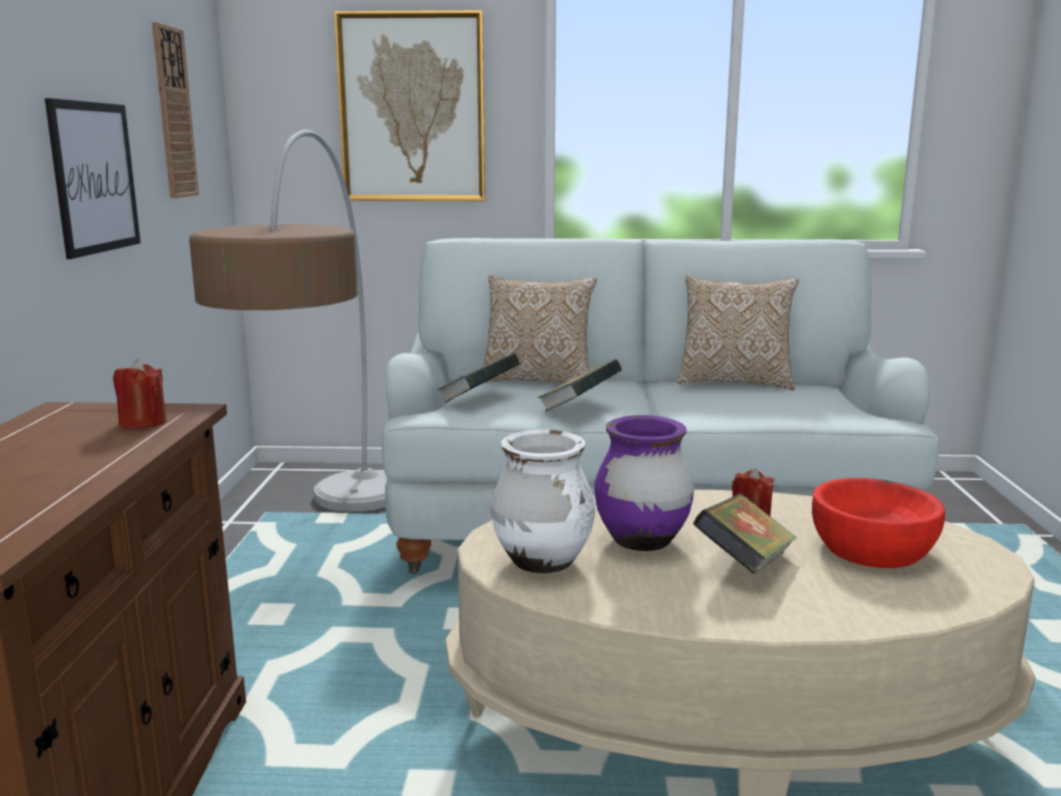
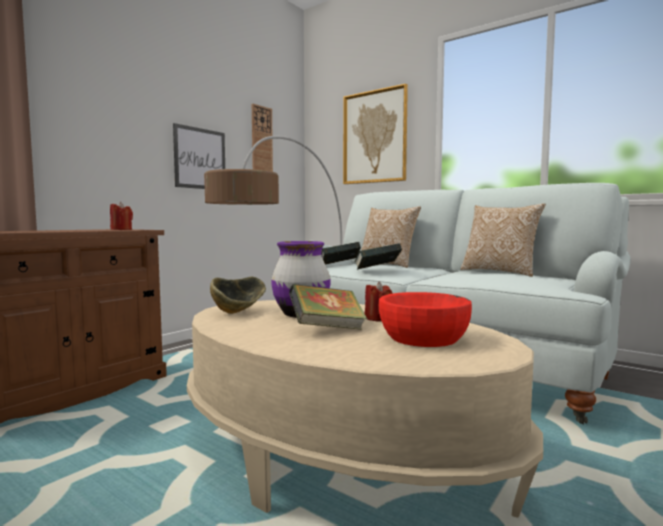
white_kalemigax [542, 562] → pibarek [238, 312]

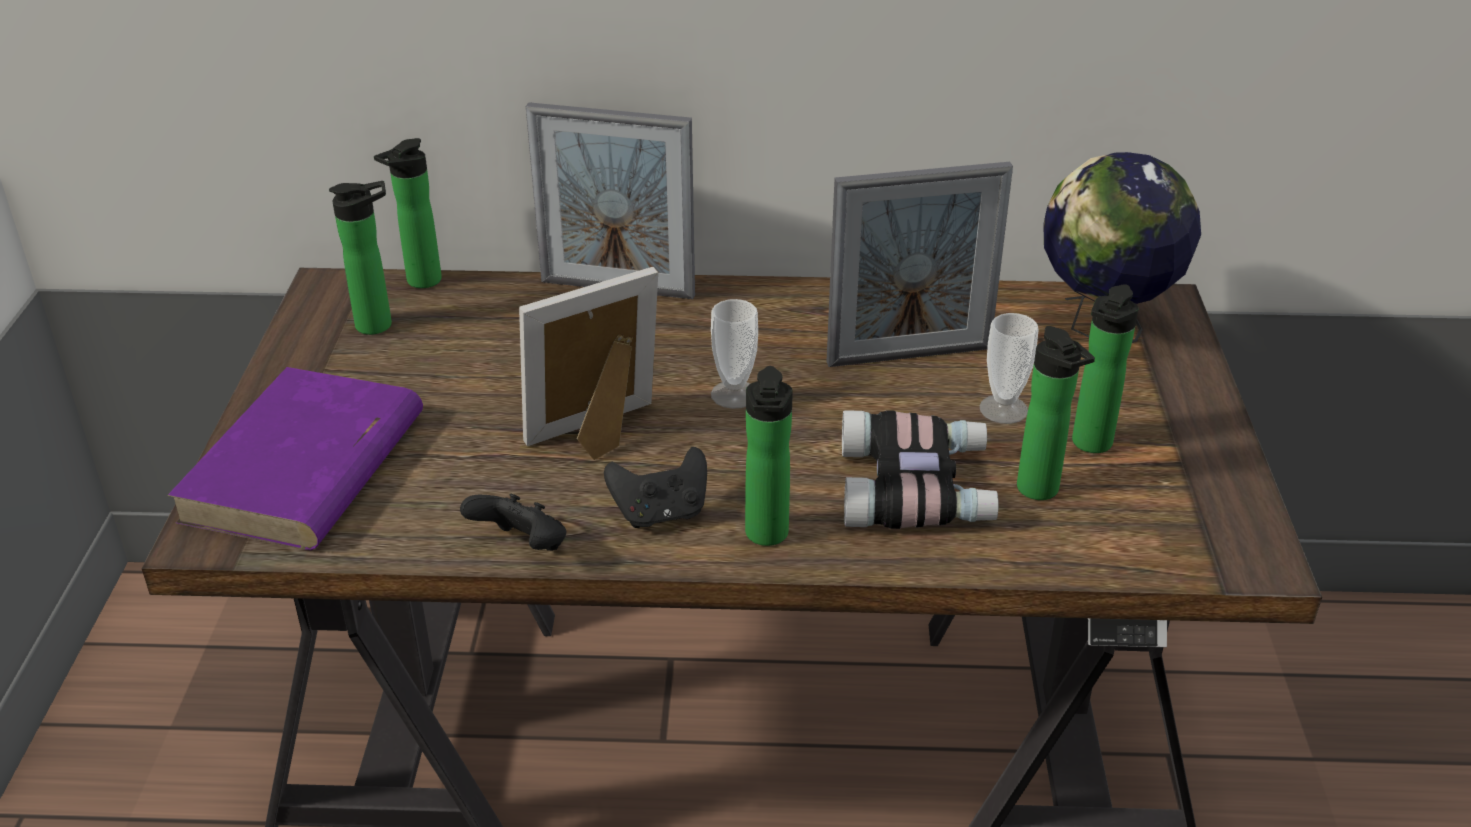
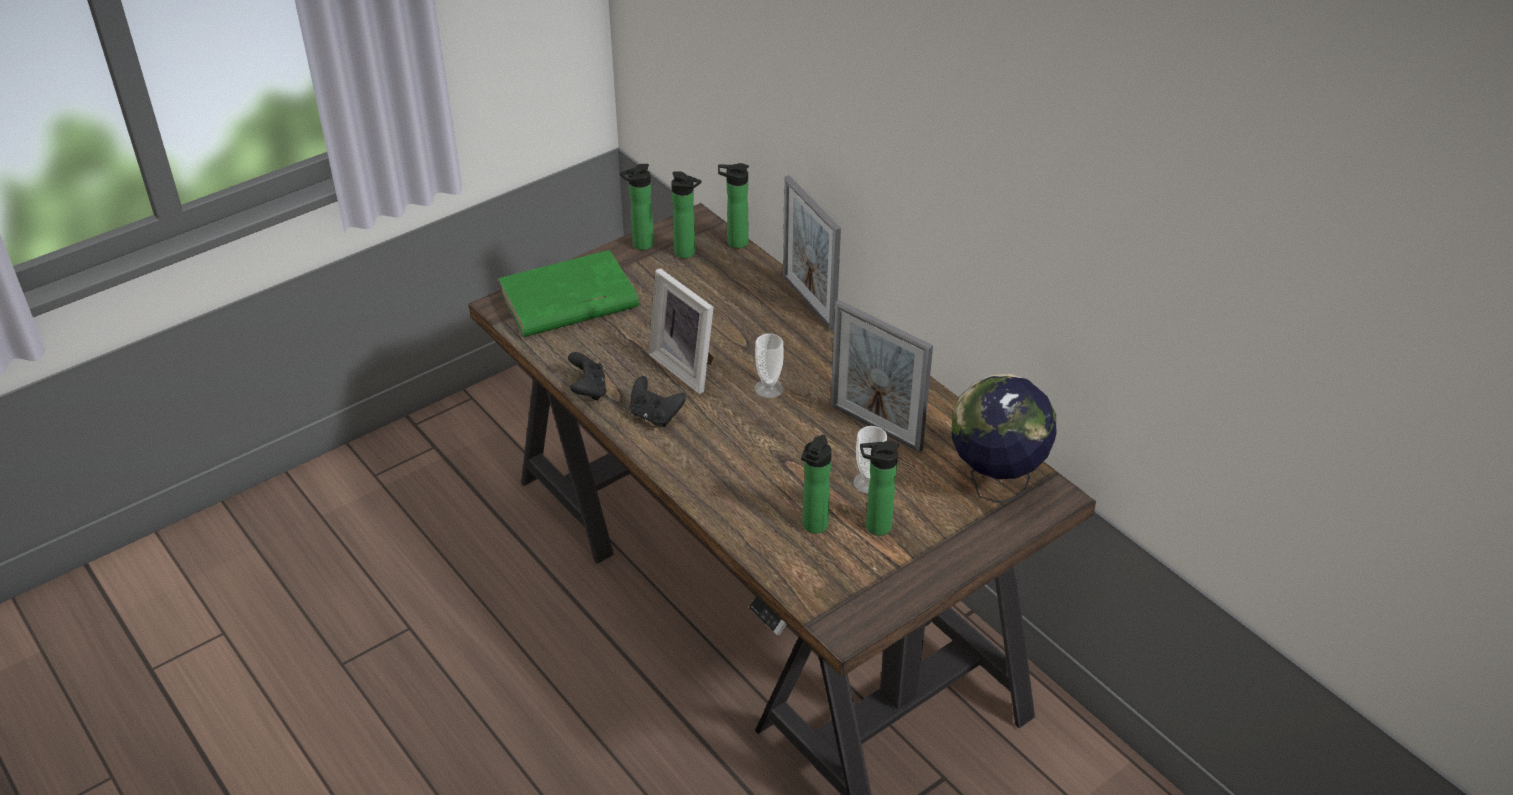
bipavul [600, 435] → bipavul [687, 366], 150 degrees counterclockwise
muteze [766, 537] → muteze [640, 245], moved
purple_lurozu [304, 469] → green_lurozu [567, 301]
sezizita [918, 487] → -

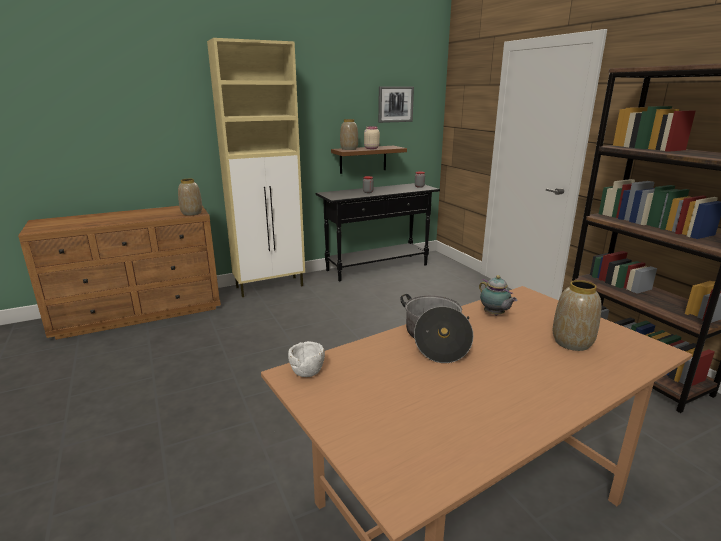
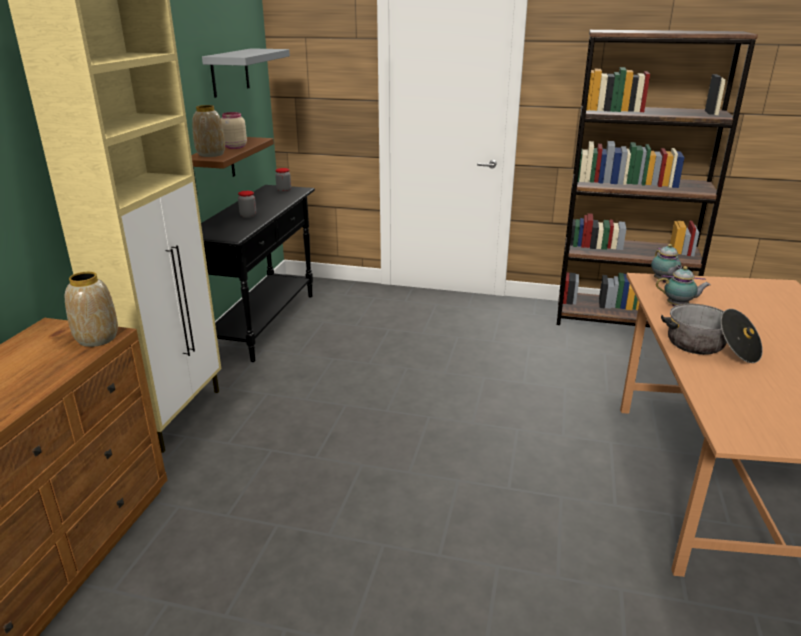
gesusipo [395, 104] → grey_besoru [230, 72]
kalemigax [571, 342] → -
white_pibarek [307, 371] → -
- → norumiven [663, 281]

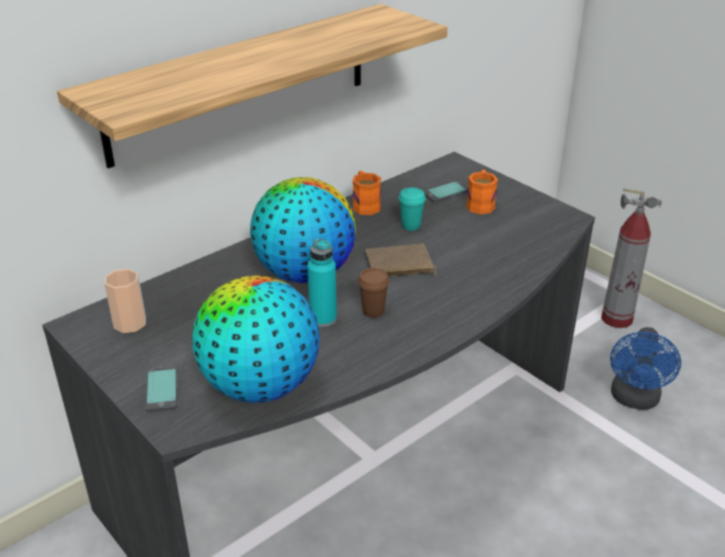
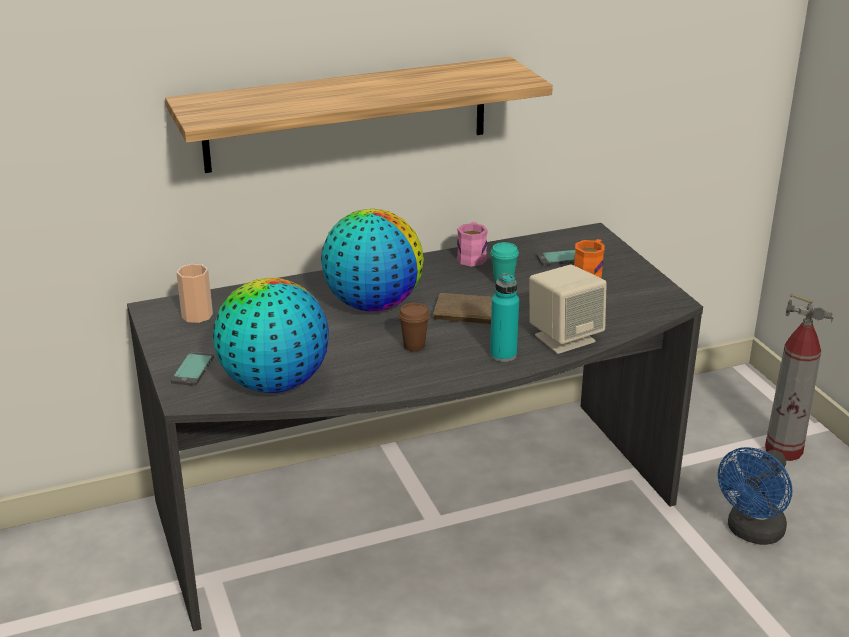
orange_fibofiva [365, 204] → pink_fibofiva [472, 256]
turquoise_muteze [323, 318] → turquoise_muteze [503, 355], moved
- → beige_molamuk [564, 338]

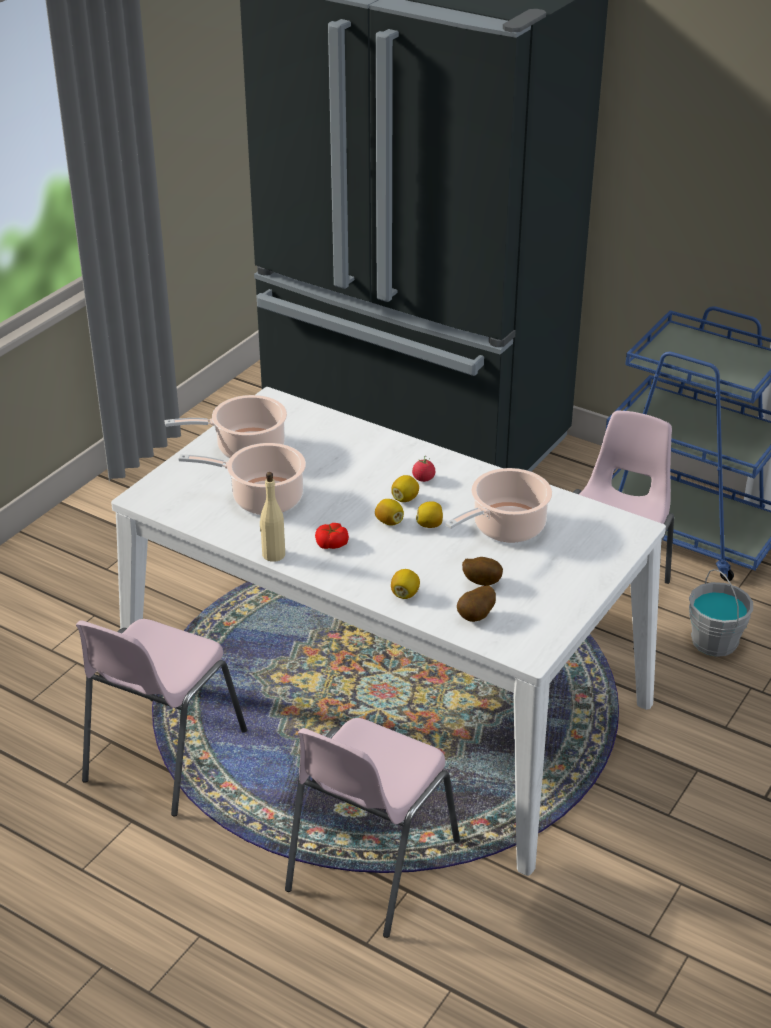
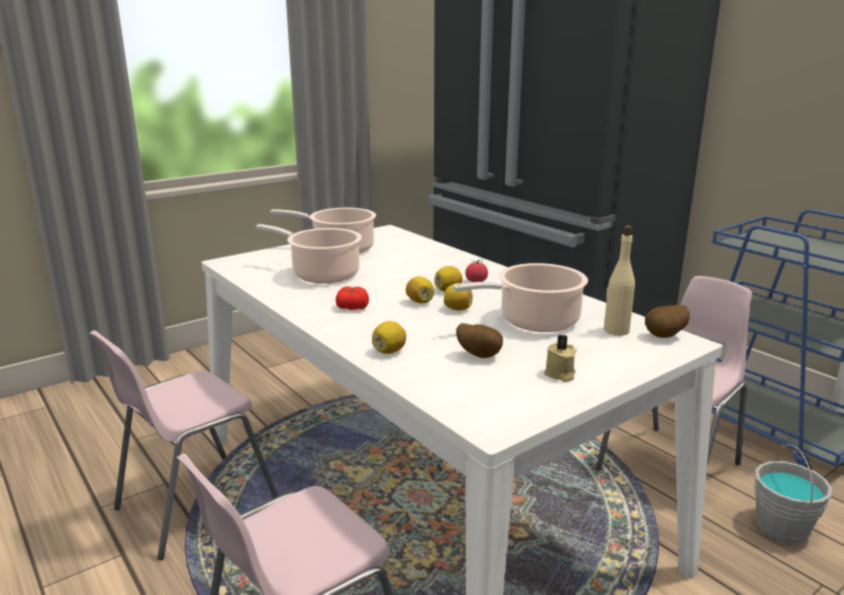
beige_muteze [273, 555] → beige_muteze [616, 330], moved
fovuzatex [476, 617] → fovuzatex [665, 337], moved
- → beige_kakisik [560, 374]

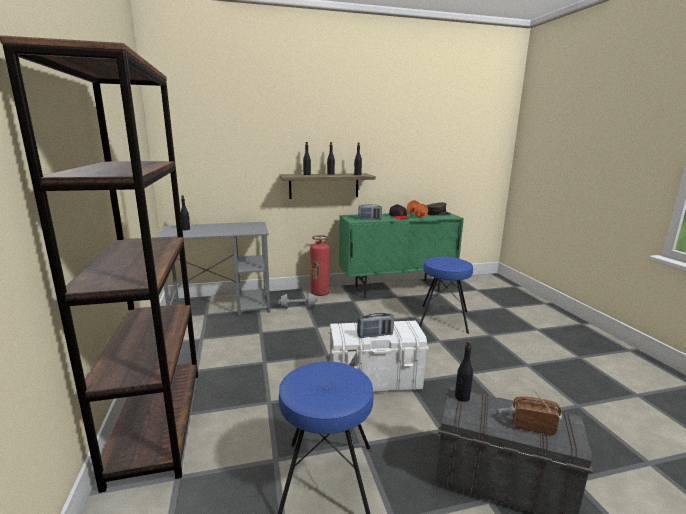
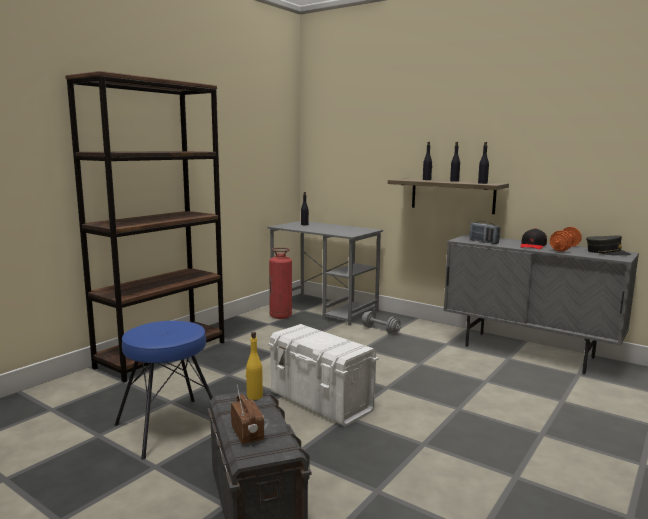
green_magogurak [397, 289] → grey_magogurak [528, 352]
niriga [320, 293] → niriga [280, 316], moved
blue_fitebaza [443, 319] → -
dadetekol [375, 335] → -
black_muteze [462, 397] → yellow_muteze [254, 396]

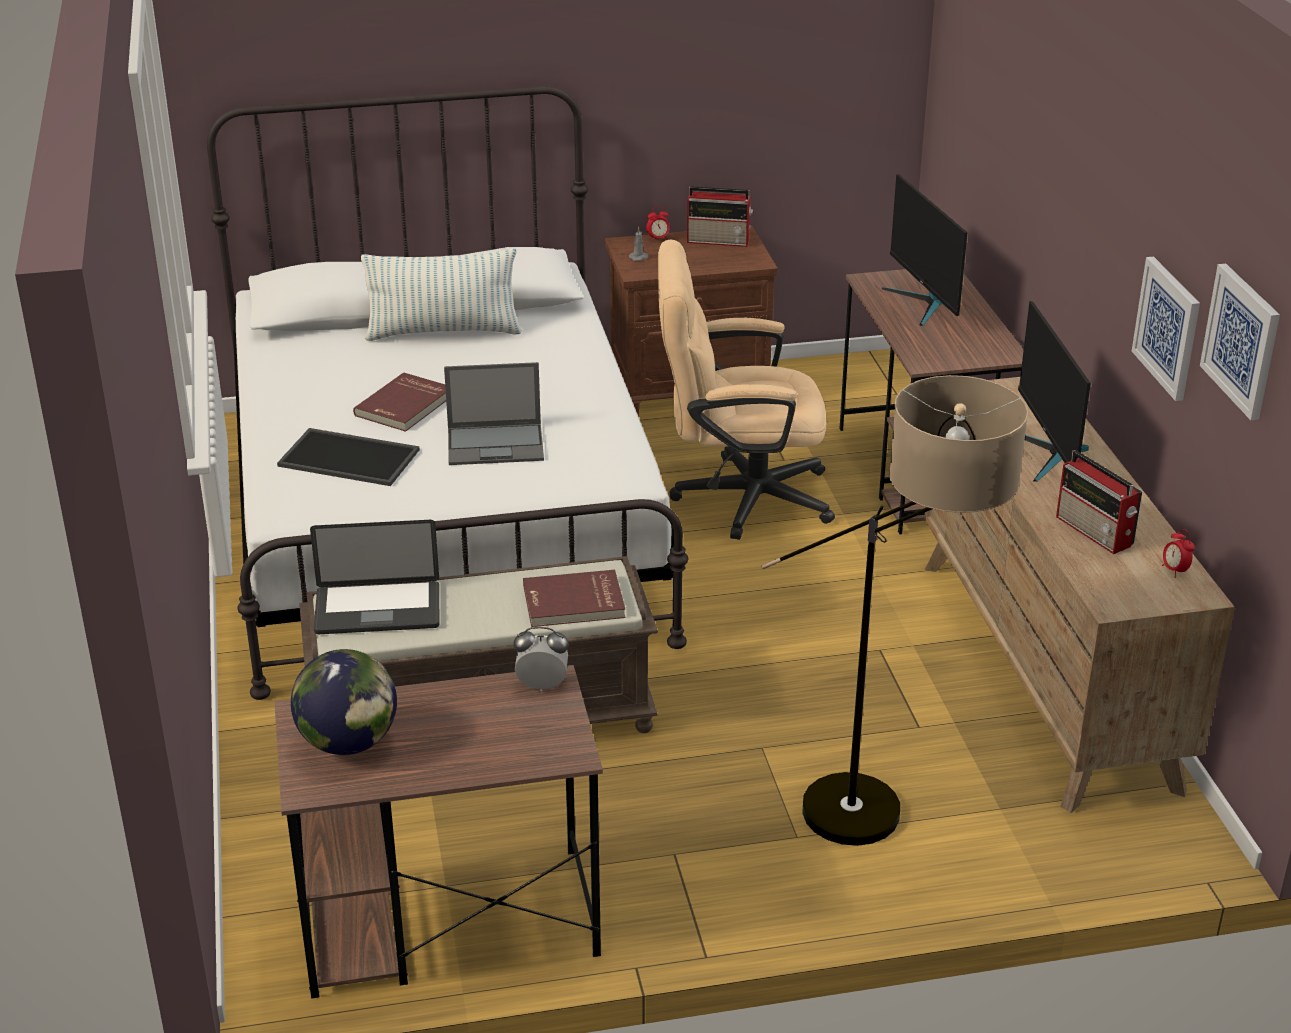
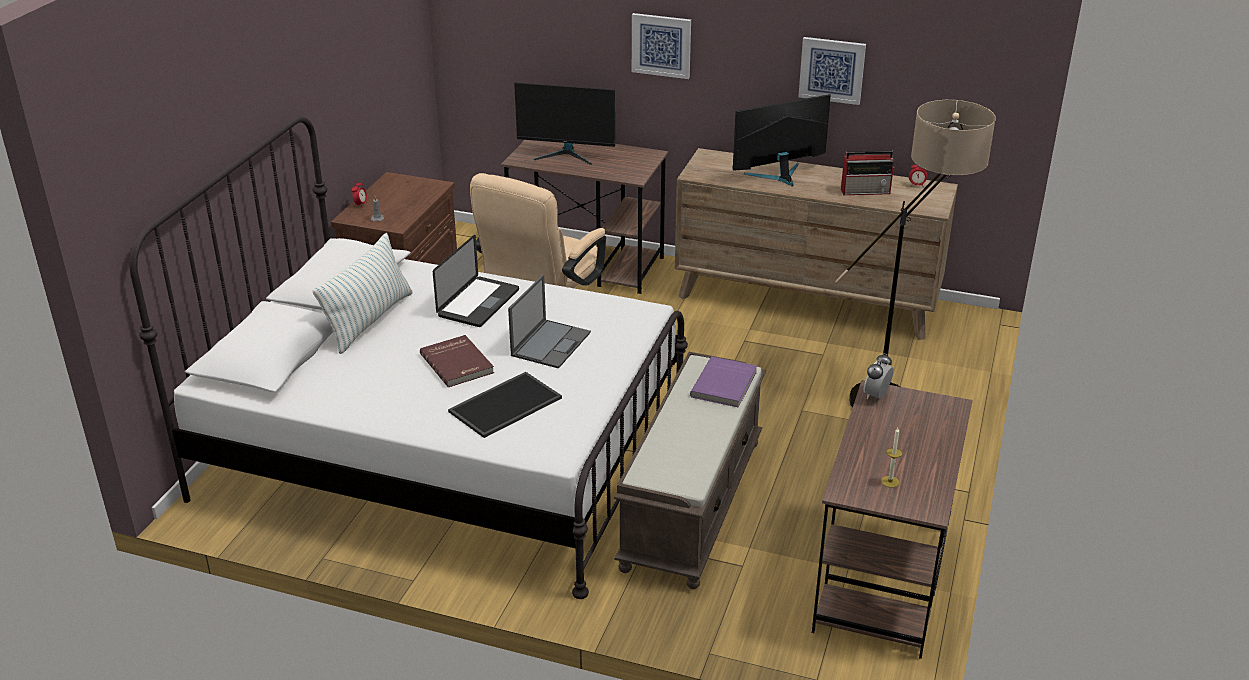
dadetekol [719, 240] → -
gesusipo [1242, 340] → gesusipo [661, 45], moved
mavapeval [1048, 453] → mavapeval [779, 176], 135 degrees clockwise
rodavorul [377, 610] → rodavorul [478, 303], moved
red_lurozu [574, 603] → purple_lurozu [725, 384]
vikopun [348, 742] → kakisik [890, 481]

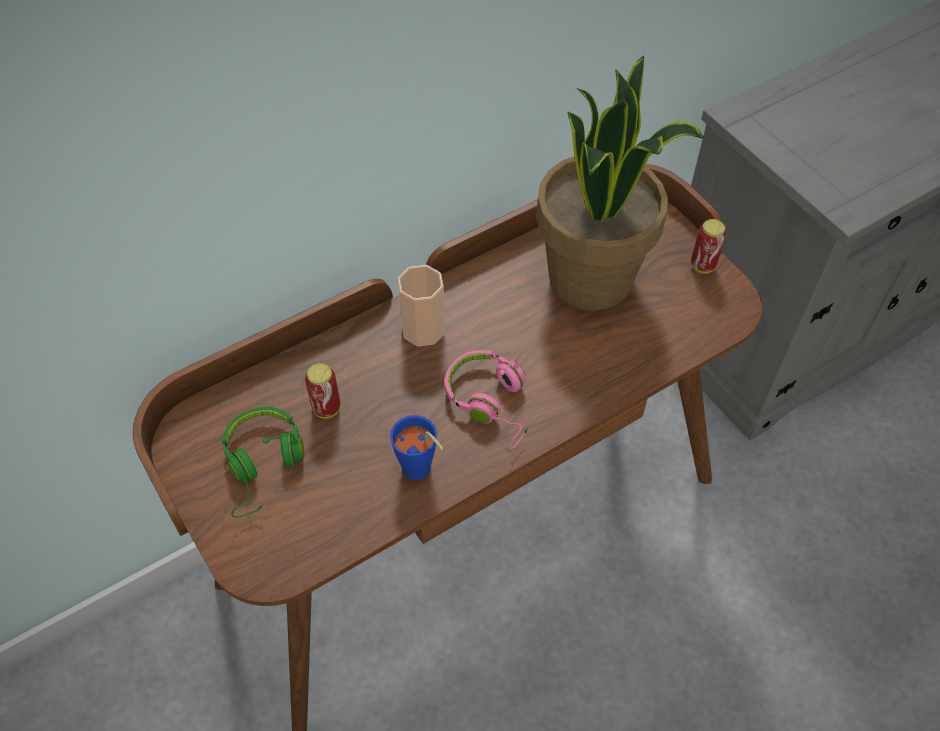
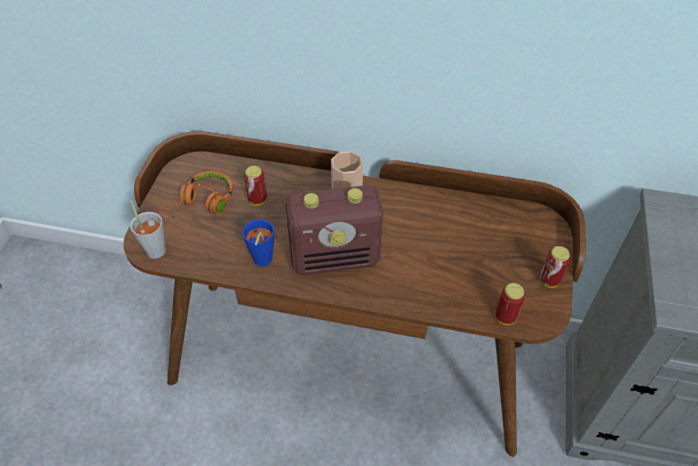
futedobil [592, 279] → -
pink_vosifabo [491, 402] → dadetekol [336, 258]
green_vosifabo [263, 465] → orange_vosifabo [201, 203]
- → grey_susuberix [155, 247]
- → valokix [505, 317]

